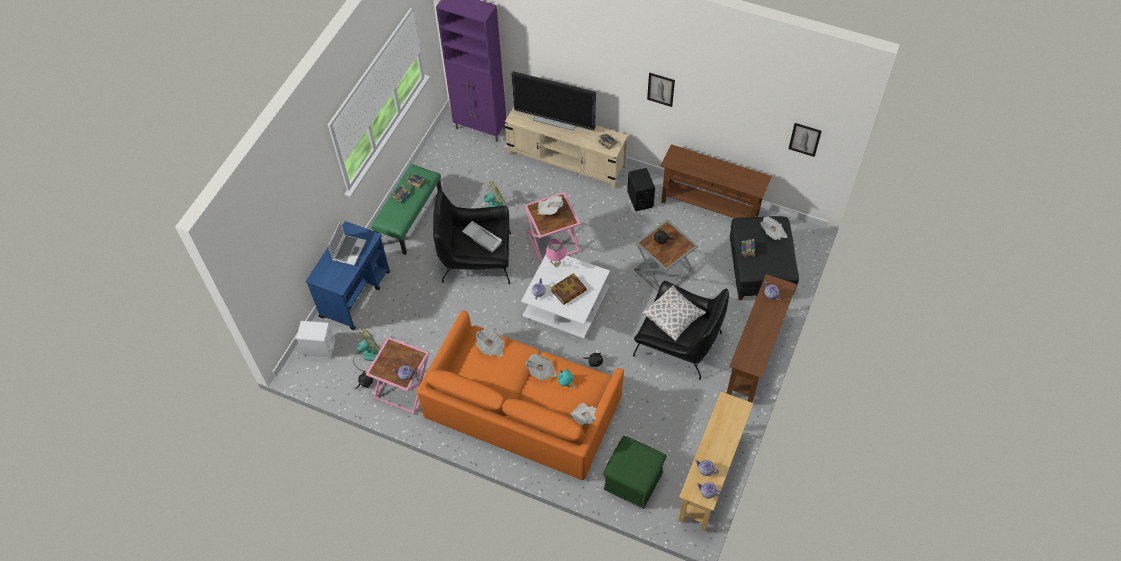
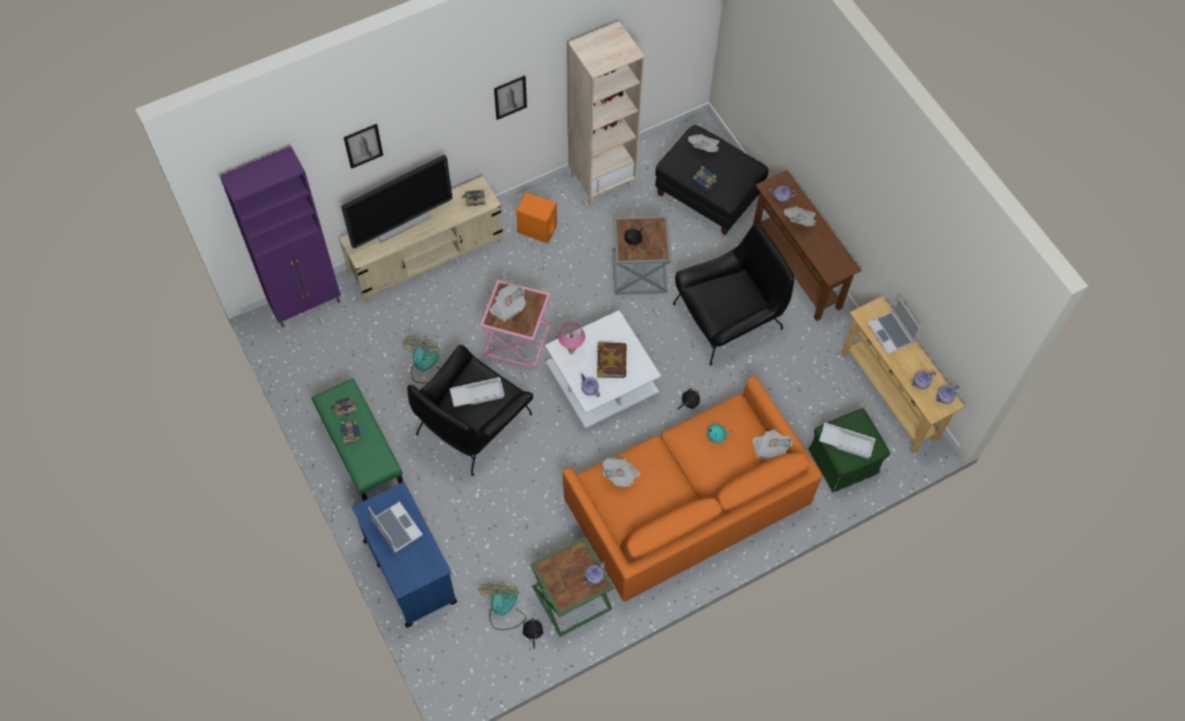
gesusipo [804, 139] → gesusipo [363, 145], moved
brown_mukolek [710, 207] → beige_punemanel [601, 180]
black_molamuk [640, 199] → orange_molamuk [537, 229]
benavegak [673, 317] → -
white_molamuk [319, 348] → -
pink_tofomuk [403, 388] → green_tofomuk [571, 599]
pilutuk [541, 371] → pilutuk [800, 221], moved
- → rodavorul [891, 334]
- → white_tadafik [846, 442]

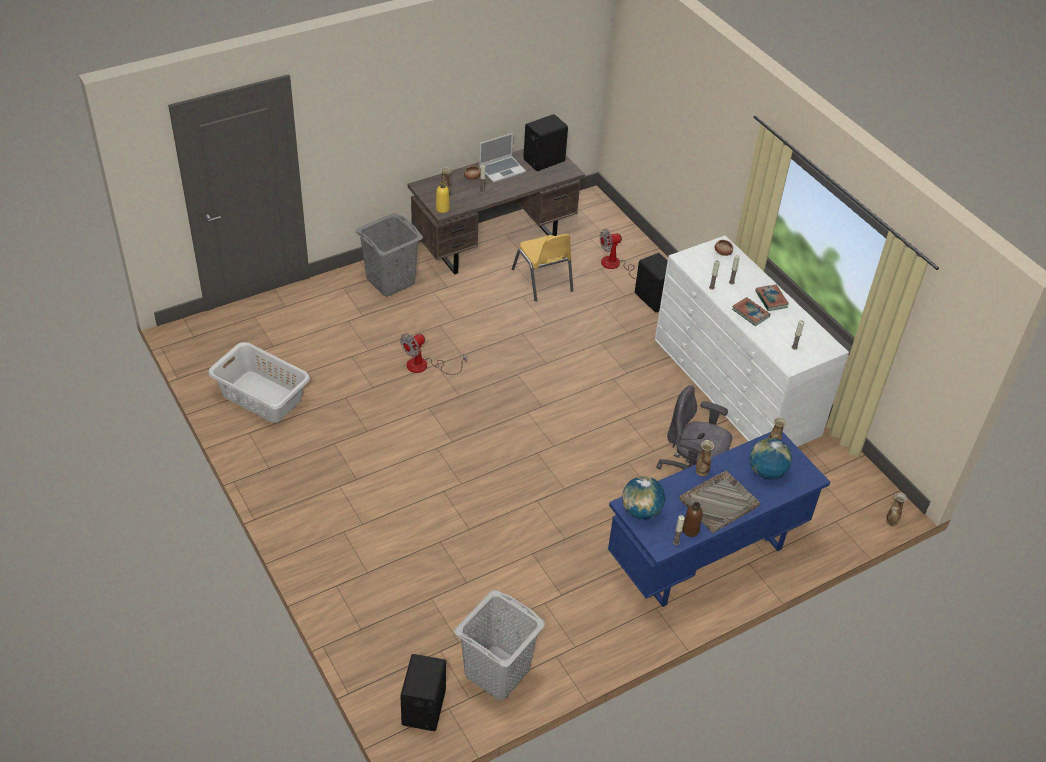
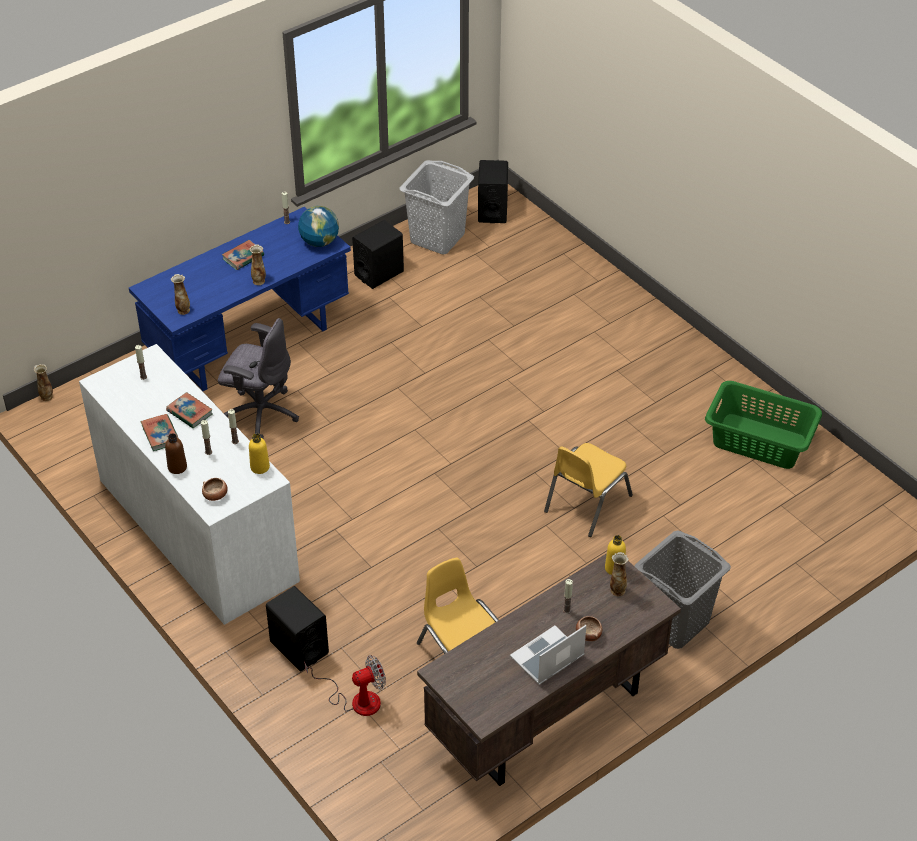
black_molamuk [544, 160] → black_molamuk [379, 273], moved
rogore [425, 366] → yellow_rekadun [586, 503]
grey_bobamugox [262, 396] → green_bobamugox [759, 442]
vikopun [766, 472] → -
grey_tadafik [719, 502] → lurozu [243, 257]
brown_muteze [690, 530] → brown_muteze [177, 467], moved
- → yellow_muteze [260, 467]

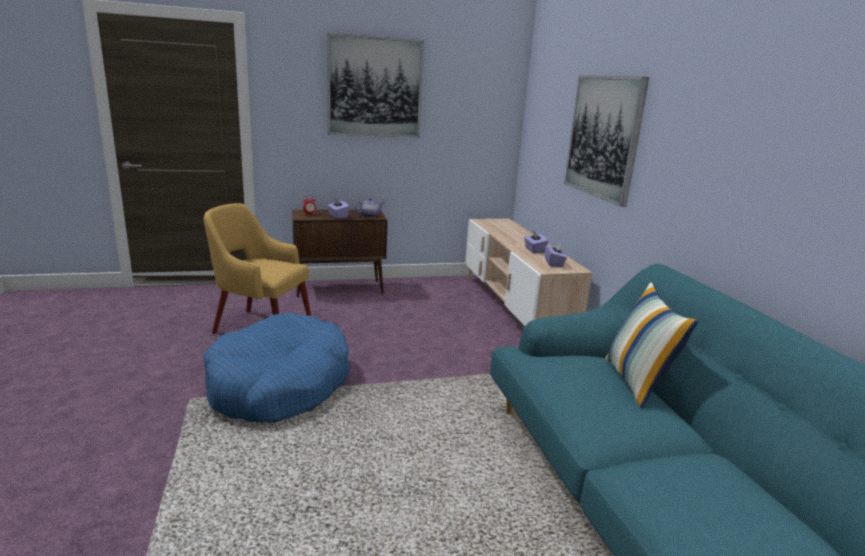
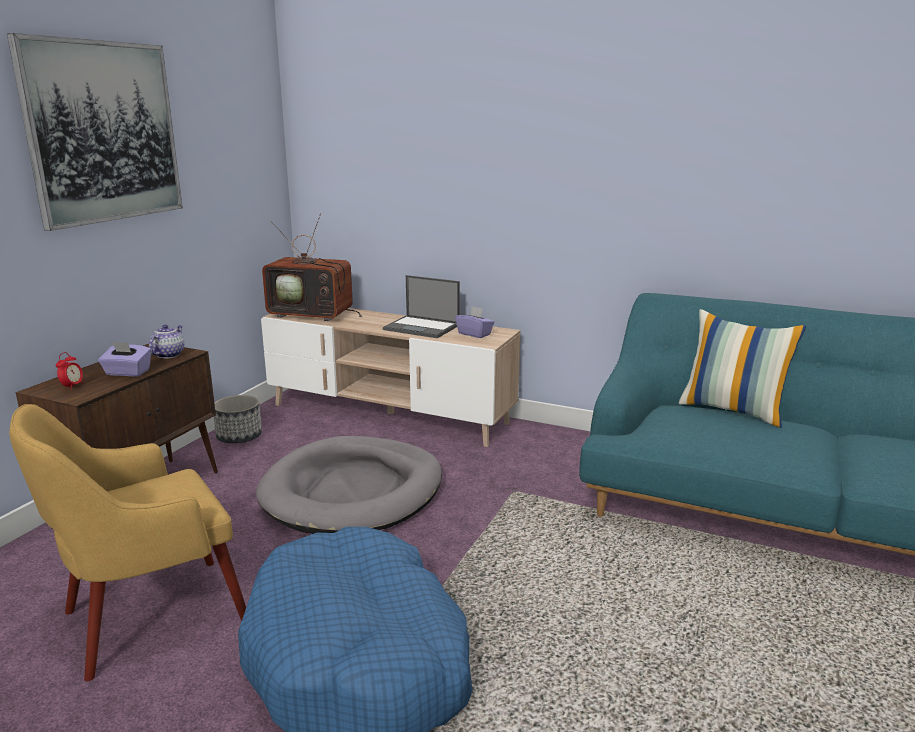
gesusipo [603, 137] → -
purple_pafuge [534, 250] → rodavorul [422, 327]
- → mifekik [314, 314]
- → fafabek [239, 437]
- → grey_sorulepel [353, 491]

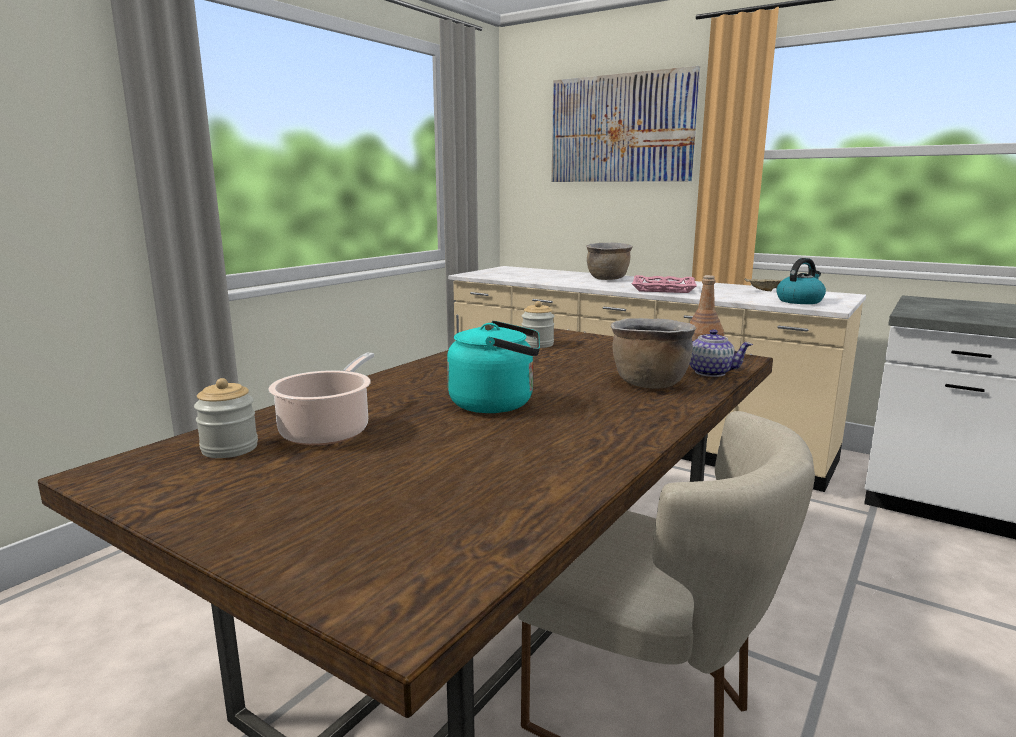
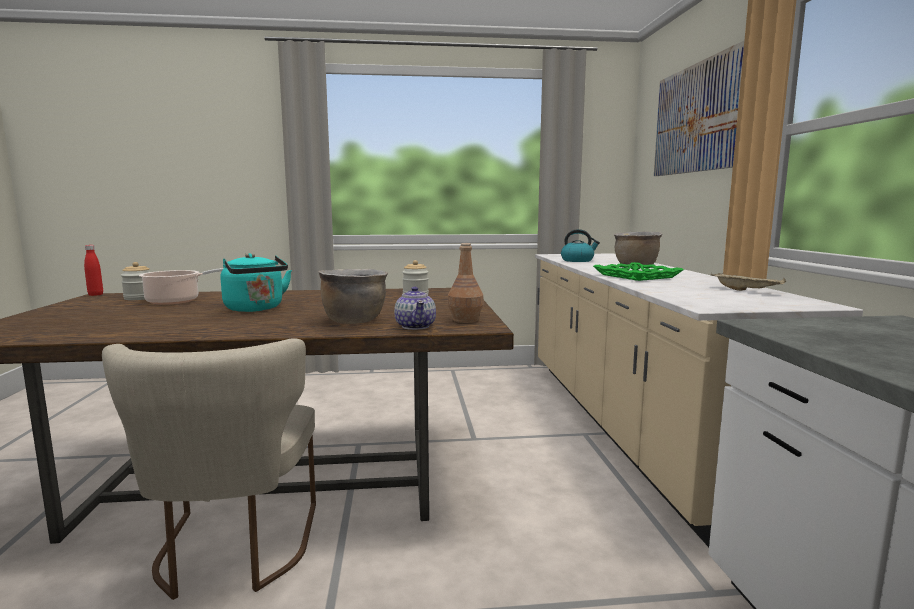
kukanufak [799, 301] → kukanufak [577, 260], moved
pink_tadafik [663, 288] → green_tadafik [637, 276]
- → red_muteze [95, 294]

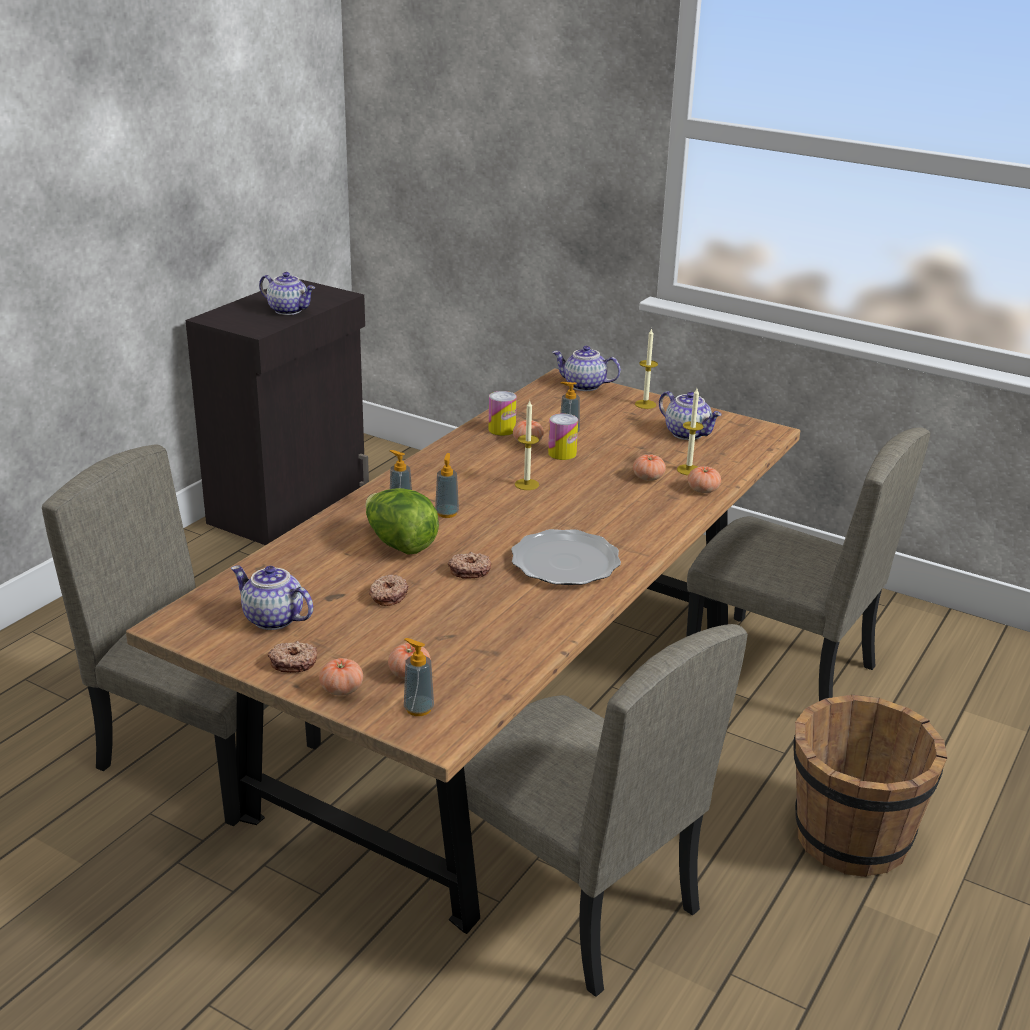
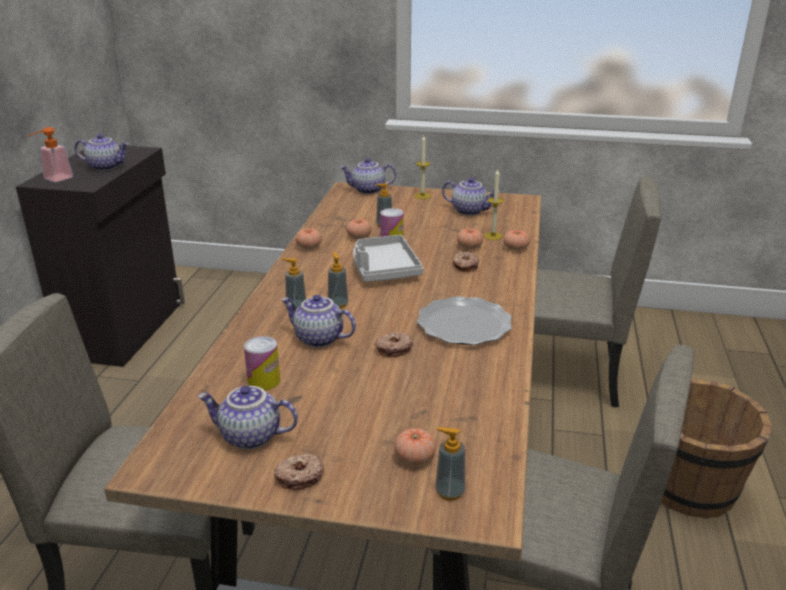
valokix [502, 429] → valokix [264, 381], moved
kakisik [526, 484] → grey_tadafik [383, 269]
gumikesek [399, 544] → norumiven [318, 339]
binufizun [388, 596] → binufizun [465, 266], moved
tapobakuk [341, 689] → tapobakuk [309, 247], moved
- → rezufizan [54, 179]

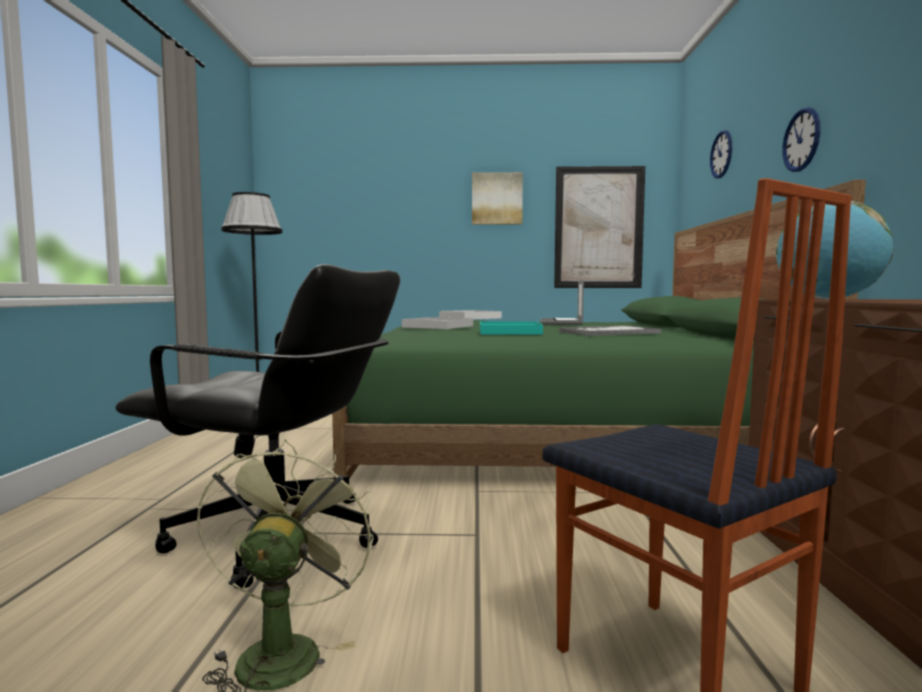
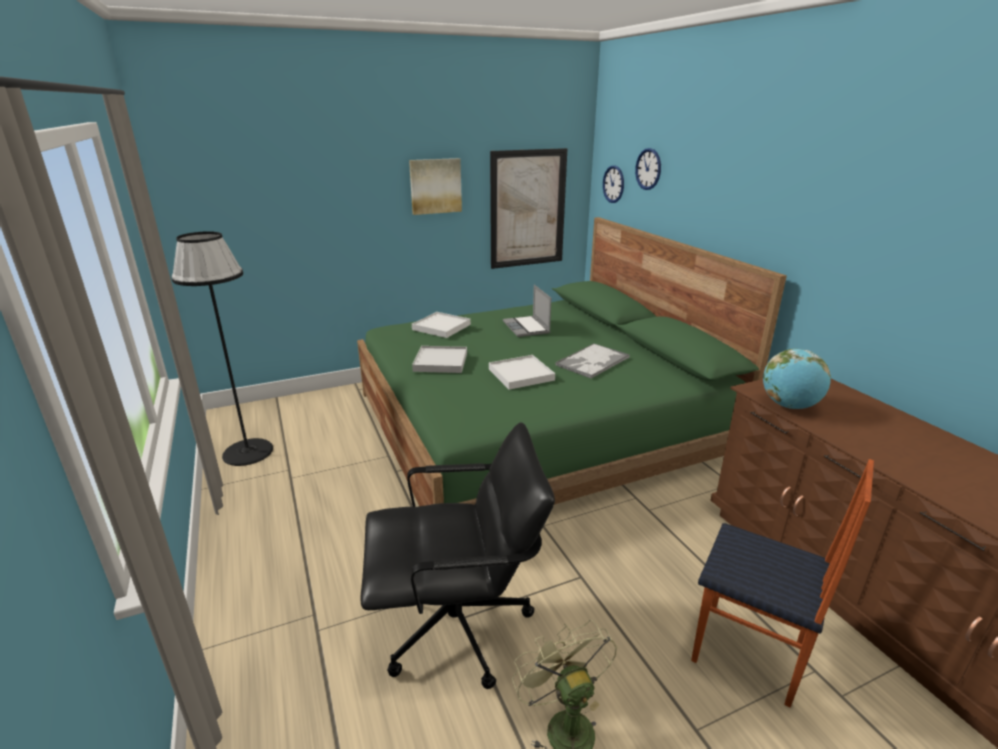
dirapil [801, 140] → dirapil [613, 184], moved
turquoise_tadafik [509, 332] → white_tadafik [521, 374]

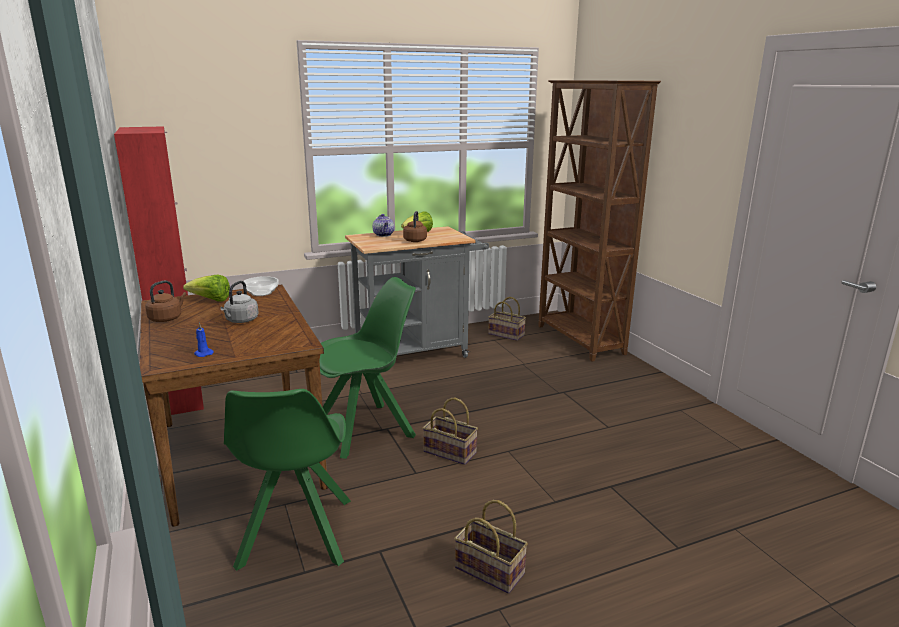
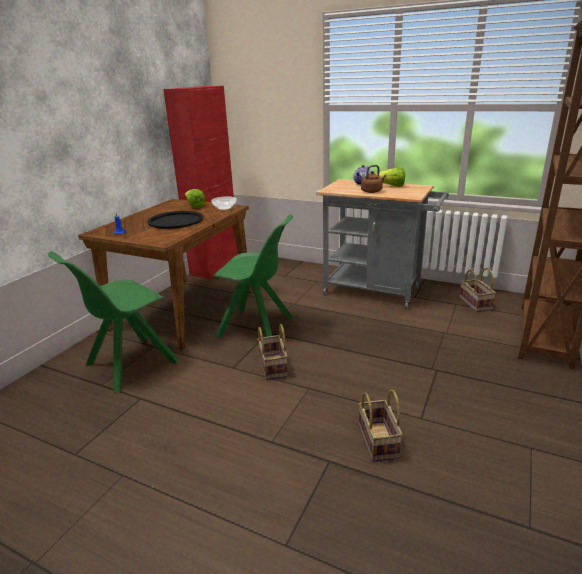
brown_kukanufak [167, 318] → -
grey_kukanufak [241, 321] → black_tadafik [176, 221]
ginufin [491, 570] → ginufin [379, 442], moved

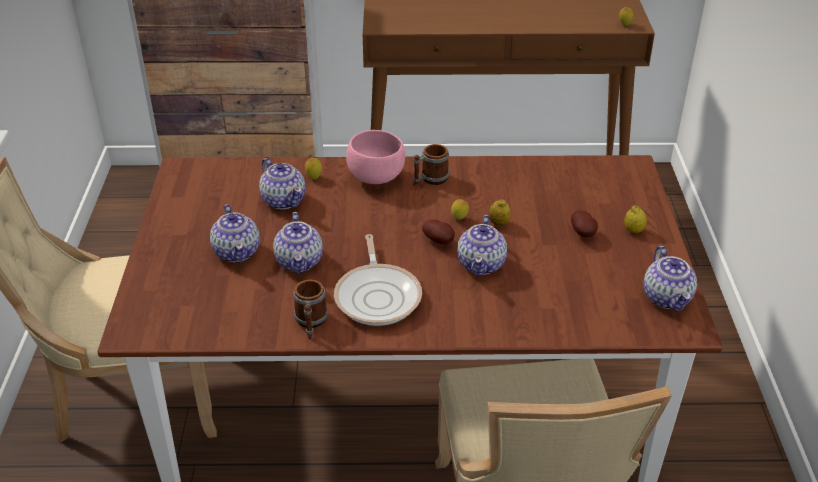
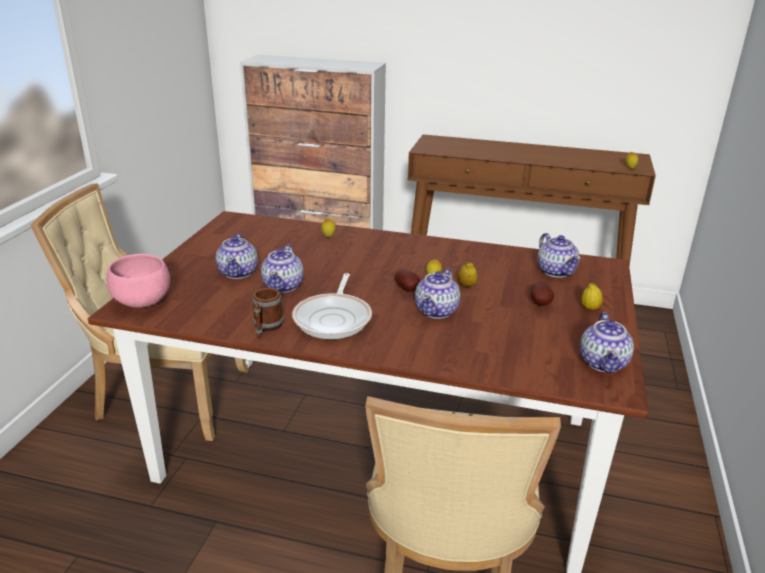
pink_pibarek [377, 177] → pink_pibarek [144, 302], moved
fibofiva [430, 179] → -
norumiven [283, 200] → norumiven [556, 271], moved

